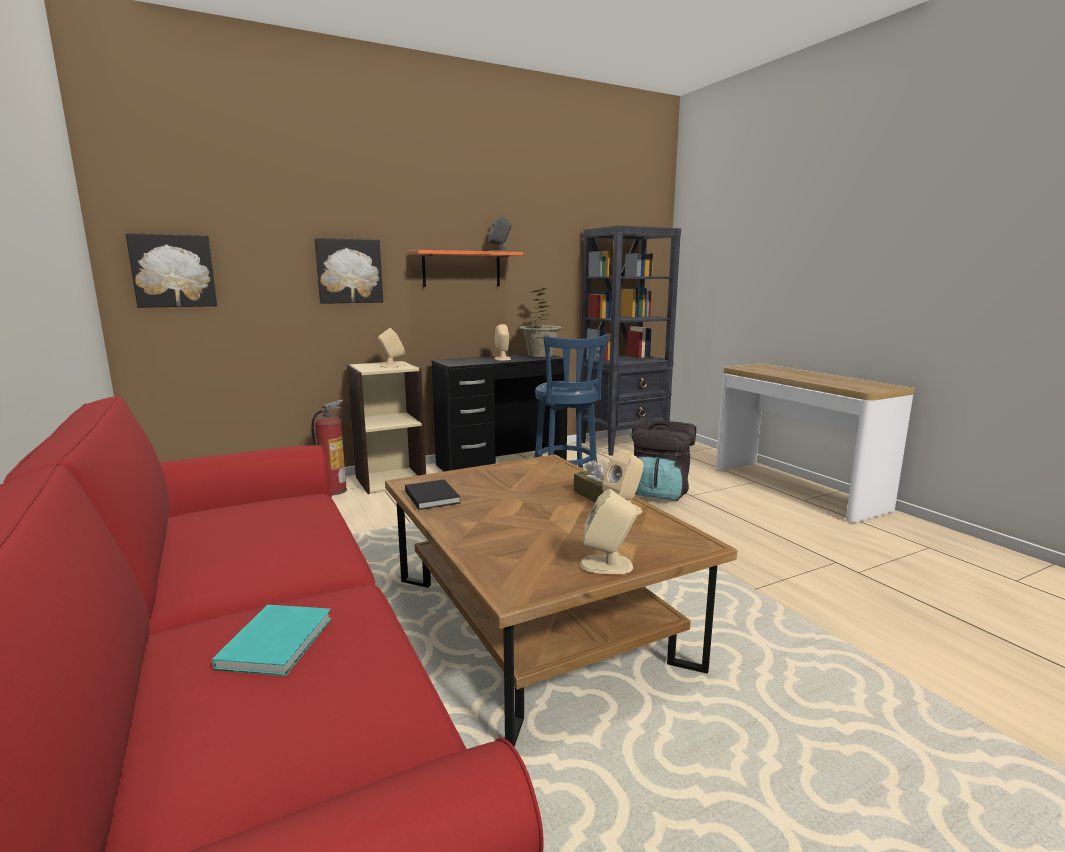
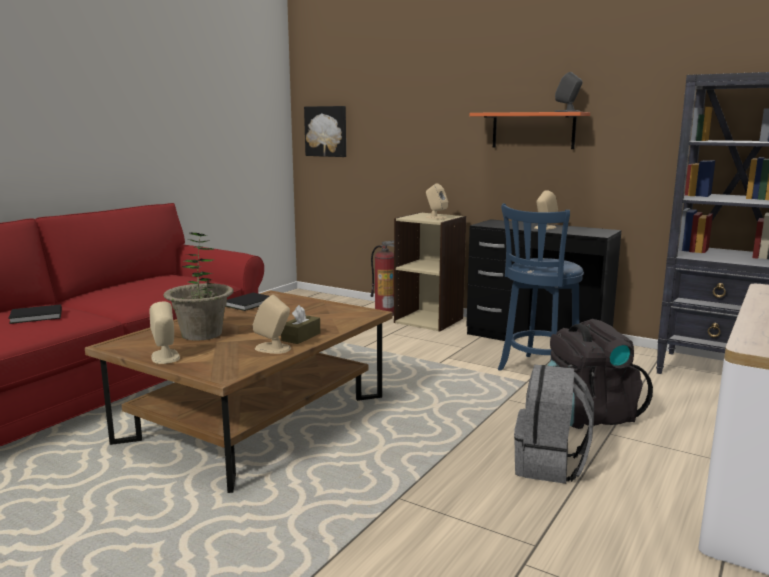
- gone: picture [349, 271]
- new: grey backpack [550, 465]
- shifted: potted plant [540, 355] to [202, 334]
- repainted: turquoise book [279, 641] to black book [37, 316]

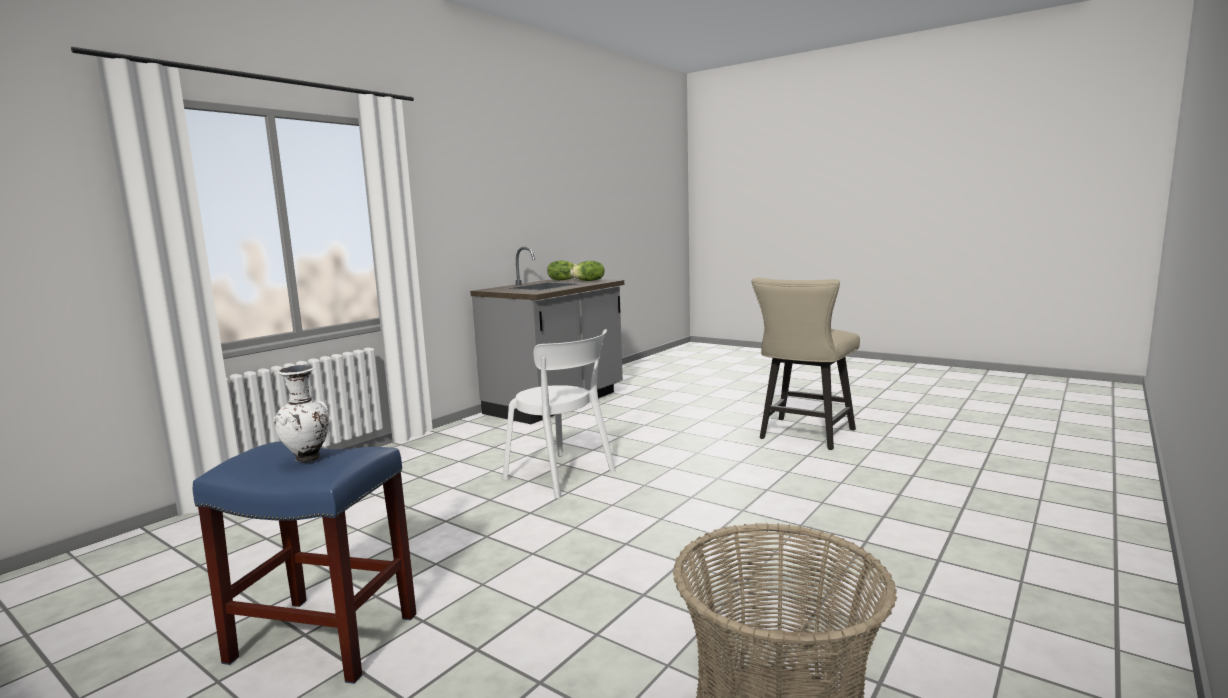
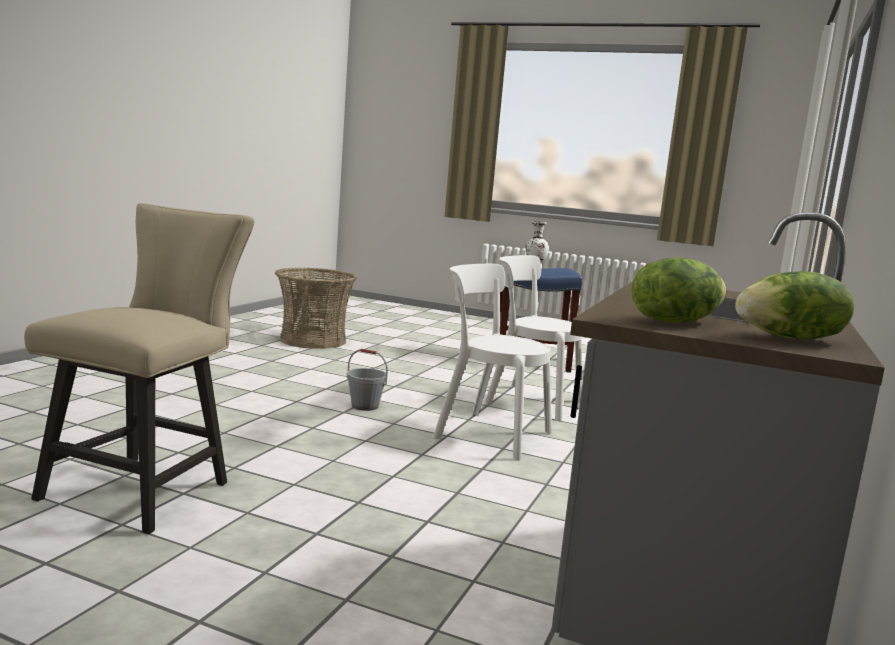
- new: grey bucket [365, 406]
- new: white chair [529, 401]

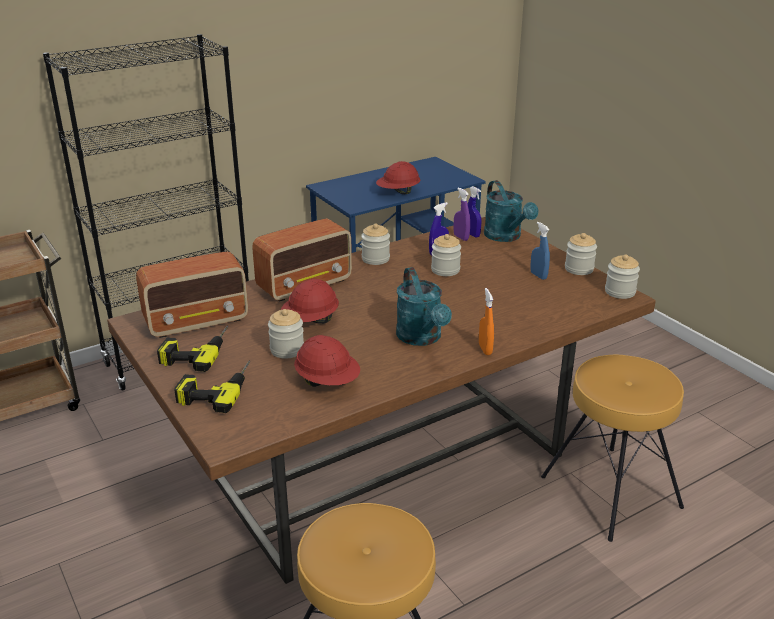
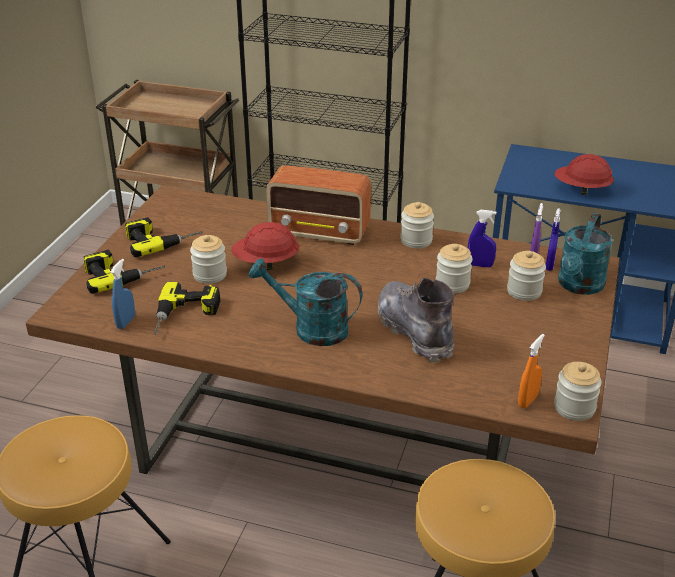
- gone: radio [198, 321]
- new: grey boot [414, 331]
- shifted: orange spray bottle [485, 349] to [527, 400]
- shifted: blue spray bottle [538, 275] to [126, 322]
- shifted: jar [579, 269] to [524, 291]
- swapped: red hard hat [328, 382] to power drill [185, 316]
- rotated: turquoise watering can [422, 338] = [311, 328] 75 degrees clockwise

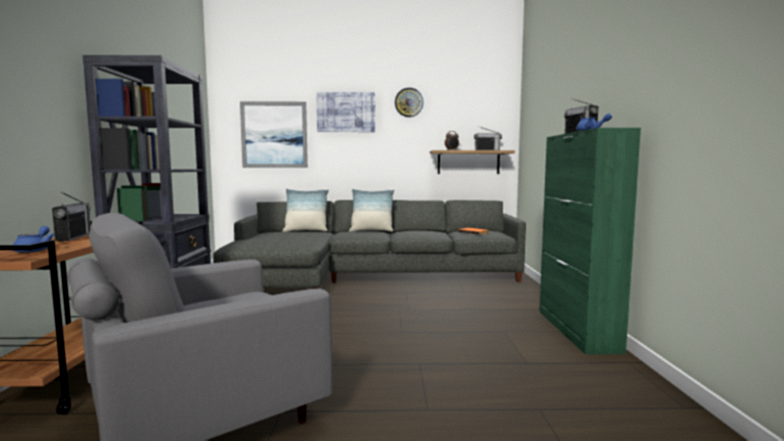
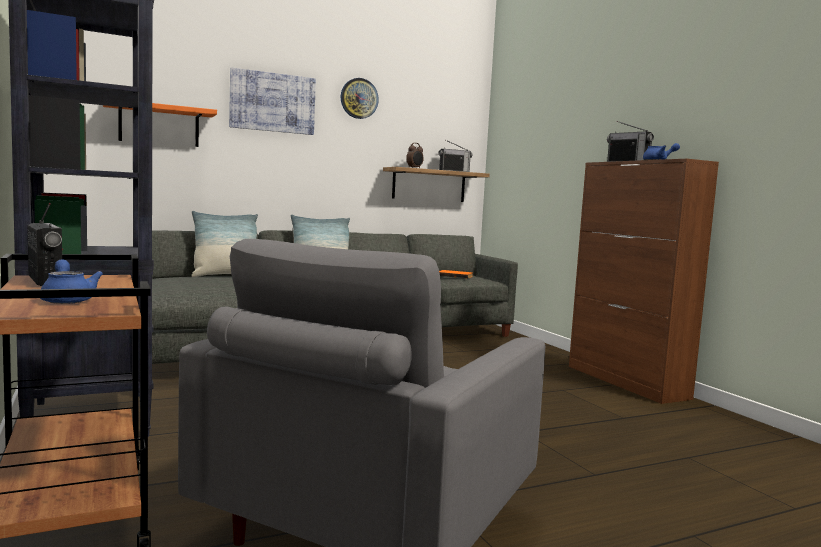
- swapped: picture [274, 135] to orange shelf [159, 125]
- repainted: green cabinet [577, 330] to brown cabinet [626, 382]

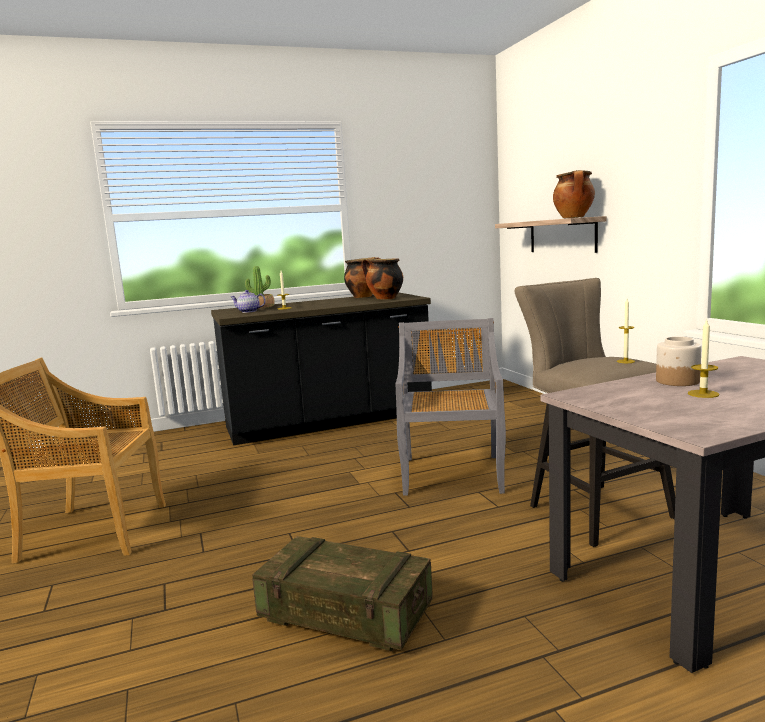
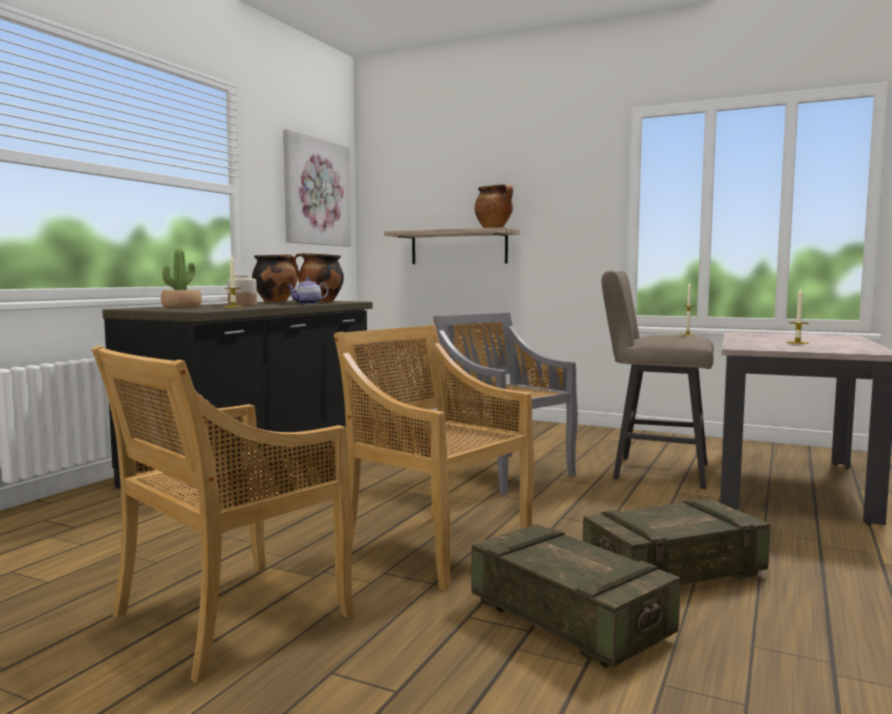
- new: picture [317, 192]
- new: beige chair [435, 547]
- new: crate [568, 619]
- shifted: teapot [248, 311] to [308, 304]
- shifted: jar [677, 381] to [242, 305]

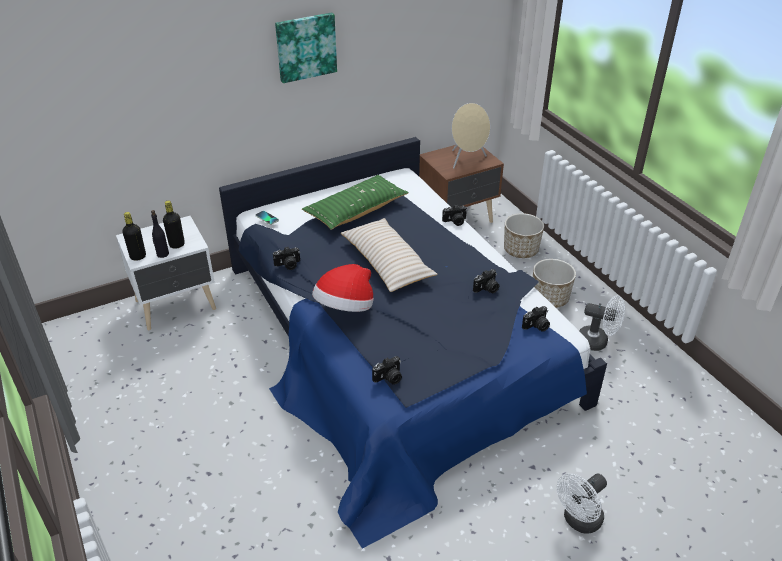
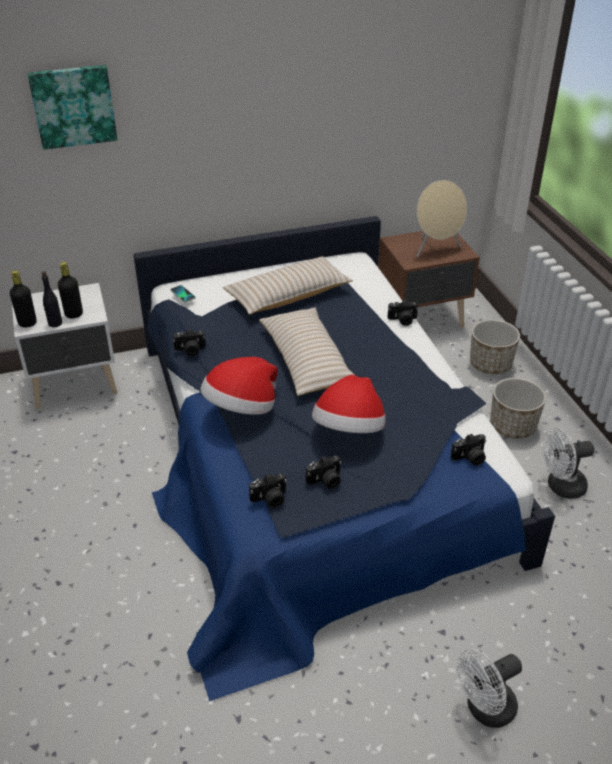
- new: hat [349, 430]
- shifted: picture [305, 47] to [73, 106]
- shifted: photo camera [487, 289] to [326, 481]
- repainted: green pillow [356, 210] to beige pillow [288, 296]
- rotated: white fan [597, 342] = [560, 487] 135 degrees clockwise

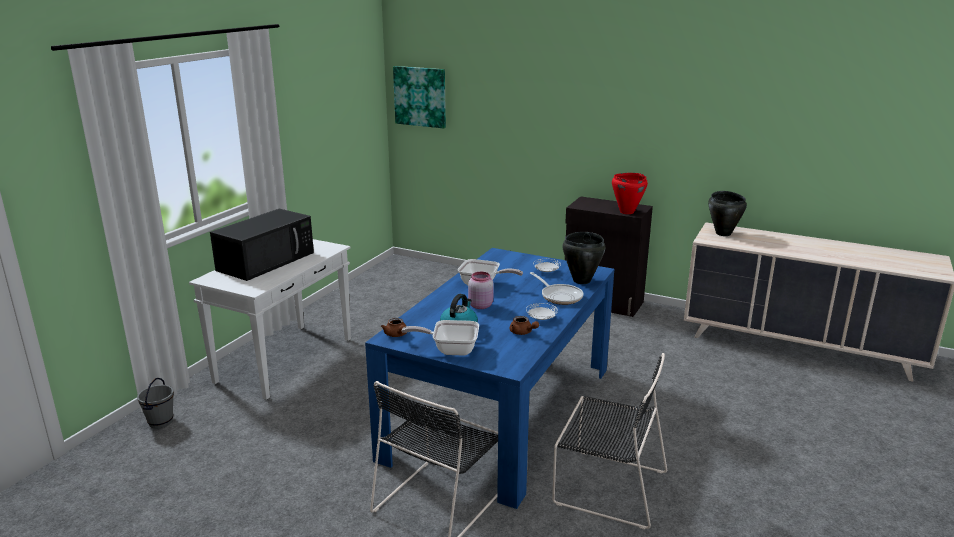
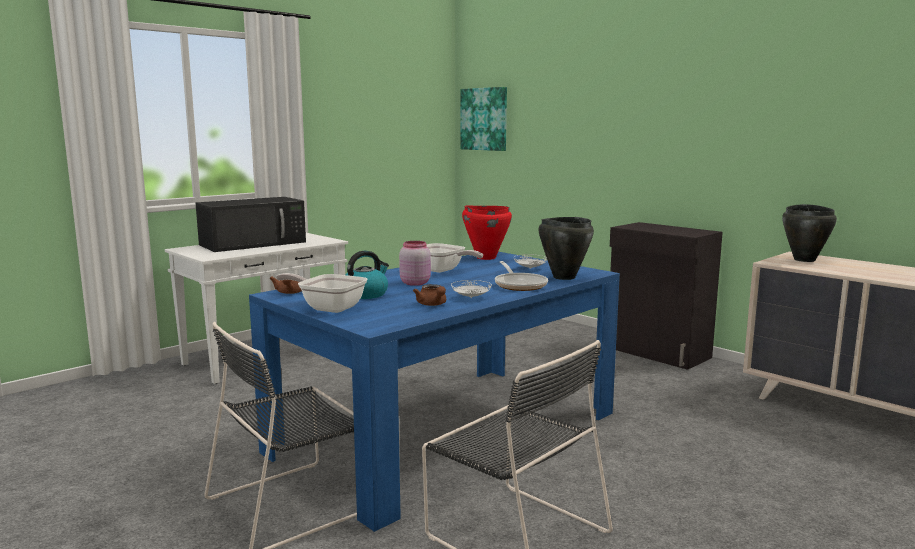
- gone: grey bucket [160, 422]
- shifted: red cooking pot [626, 212] to [485, 257]

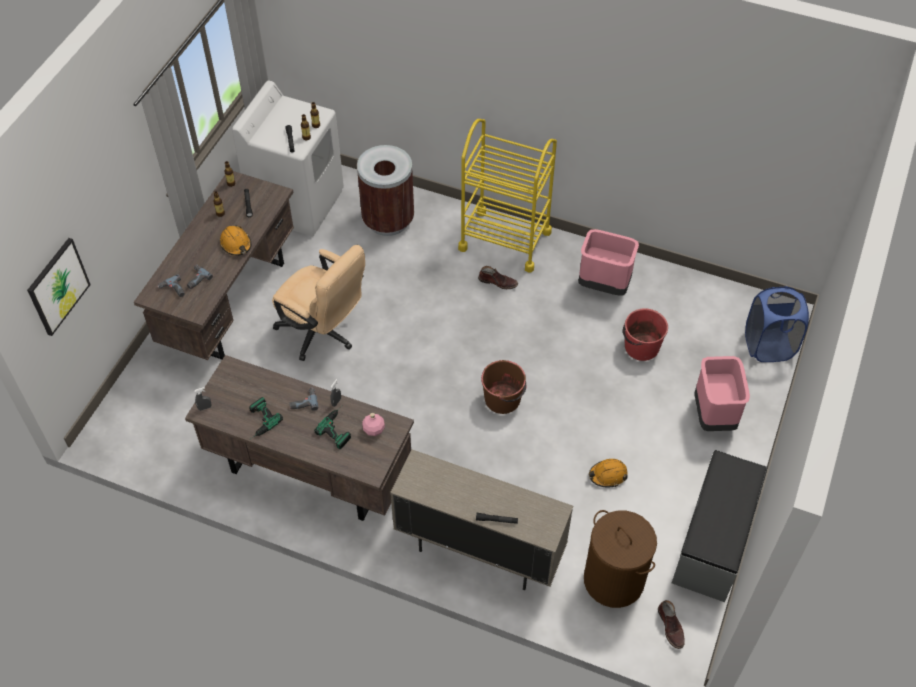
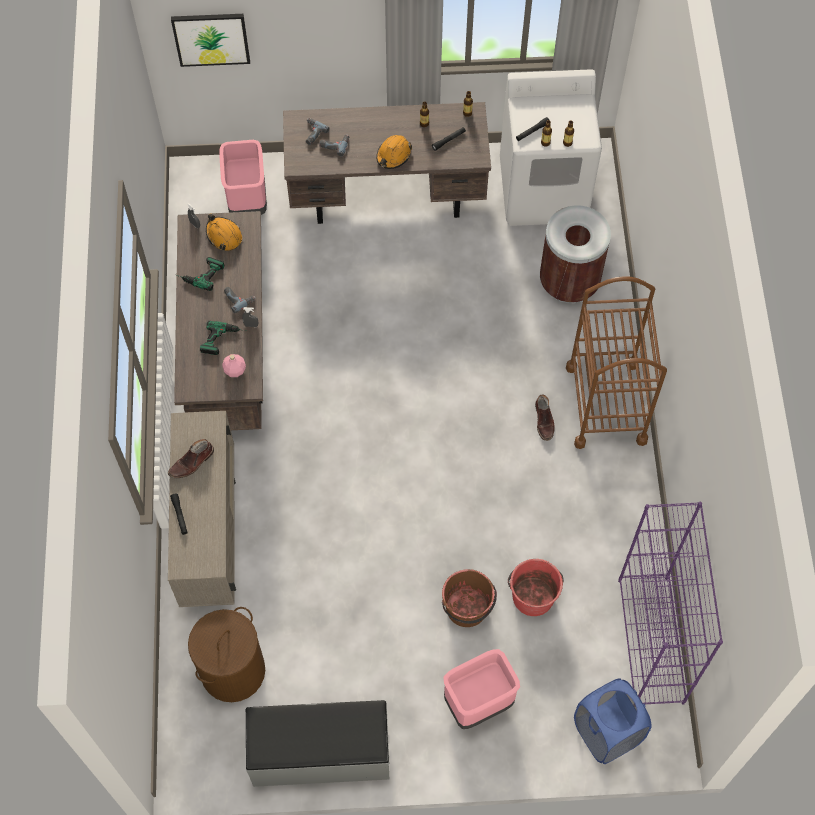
- gone: beige office chair [323, 333]
- new: purple bookcase [651, 641]
- shifted: brown bucket [503, 399] to [467, 608]
- shifted: pink trash can [604, 285] to [248, 201]
- shifted: orange hard hat [608, 475] to [224, 235]
- shifted: brown boot [671, 627] to [192, 463]
- repainted: yellow cart [505, 240] to brown cart [606, 404]

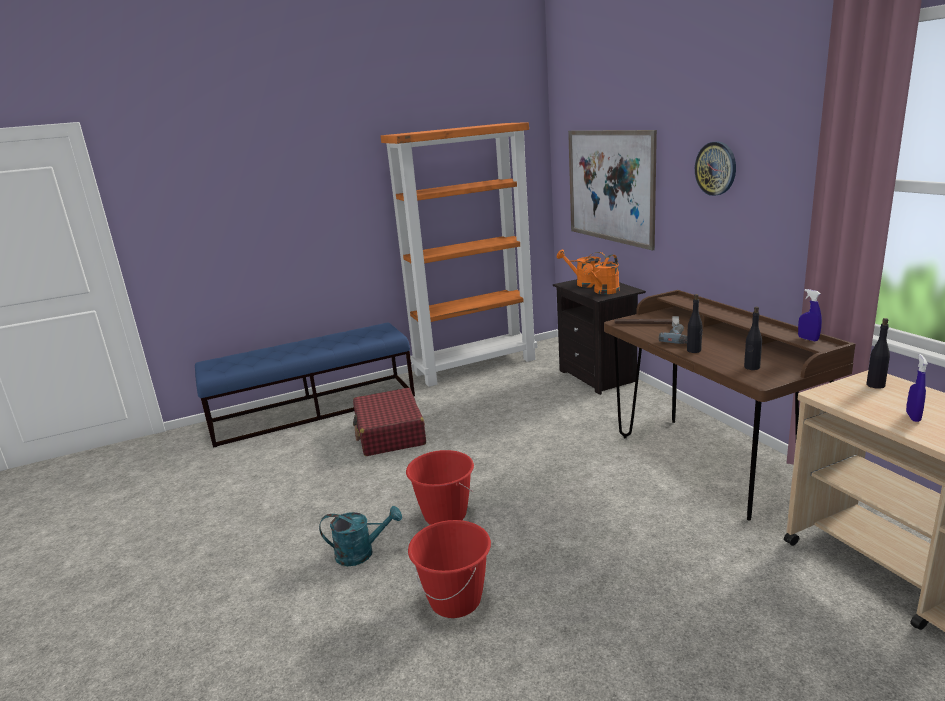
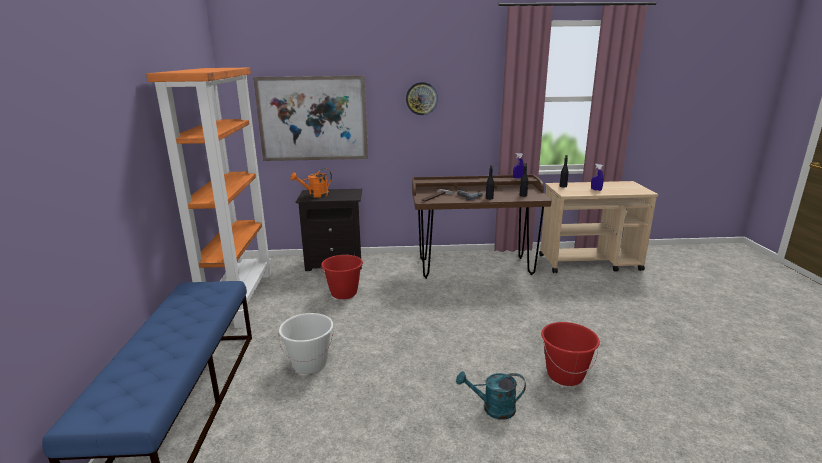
- gone: orange watering can [604, 292]
- shifted: red bucket [445, 515] to [344, 293]
- swapped: red suitcase [390, 433] to white bucket [310, 364]
- rotated: turquoise watering can [362, 553] = [493, 409] 105 degrees counterclockwise

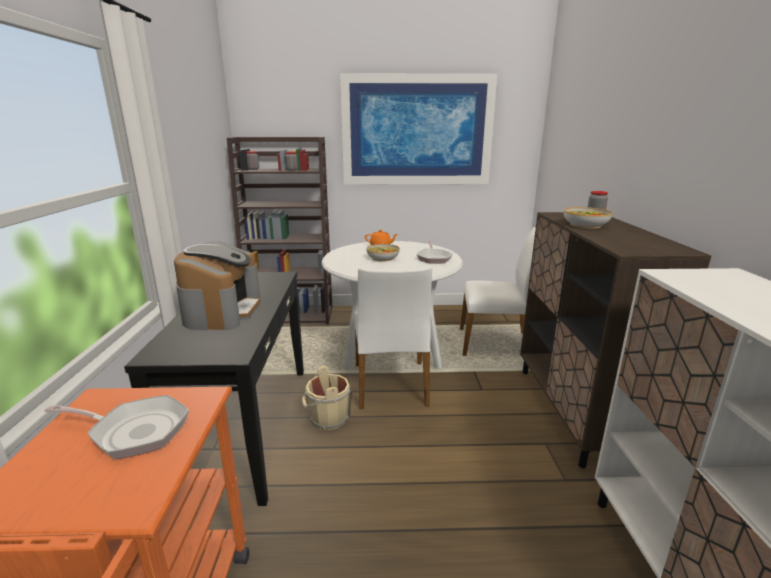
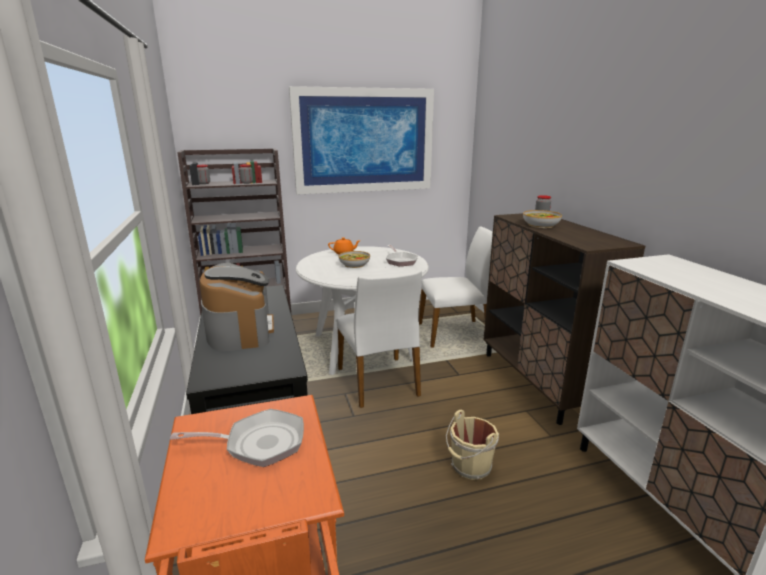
- shifted: beige bucket [327, 419] to [470, 467]

